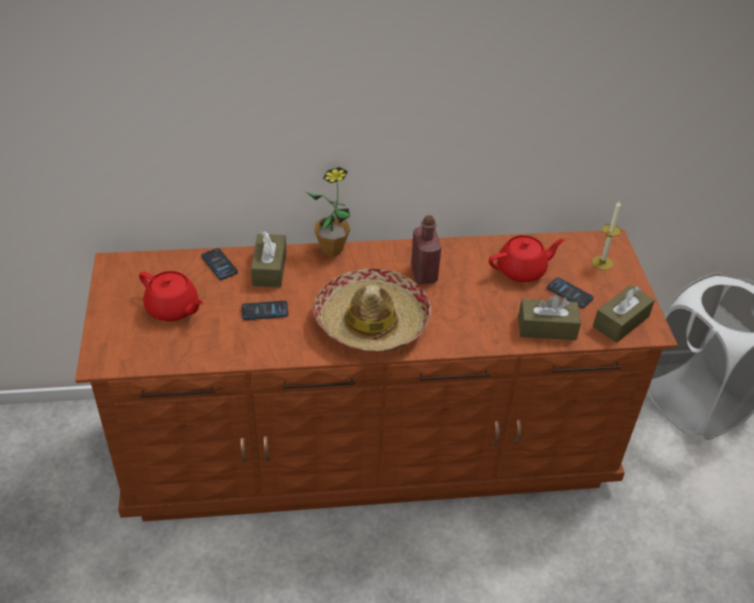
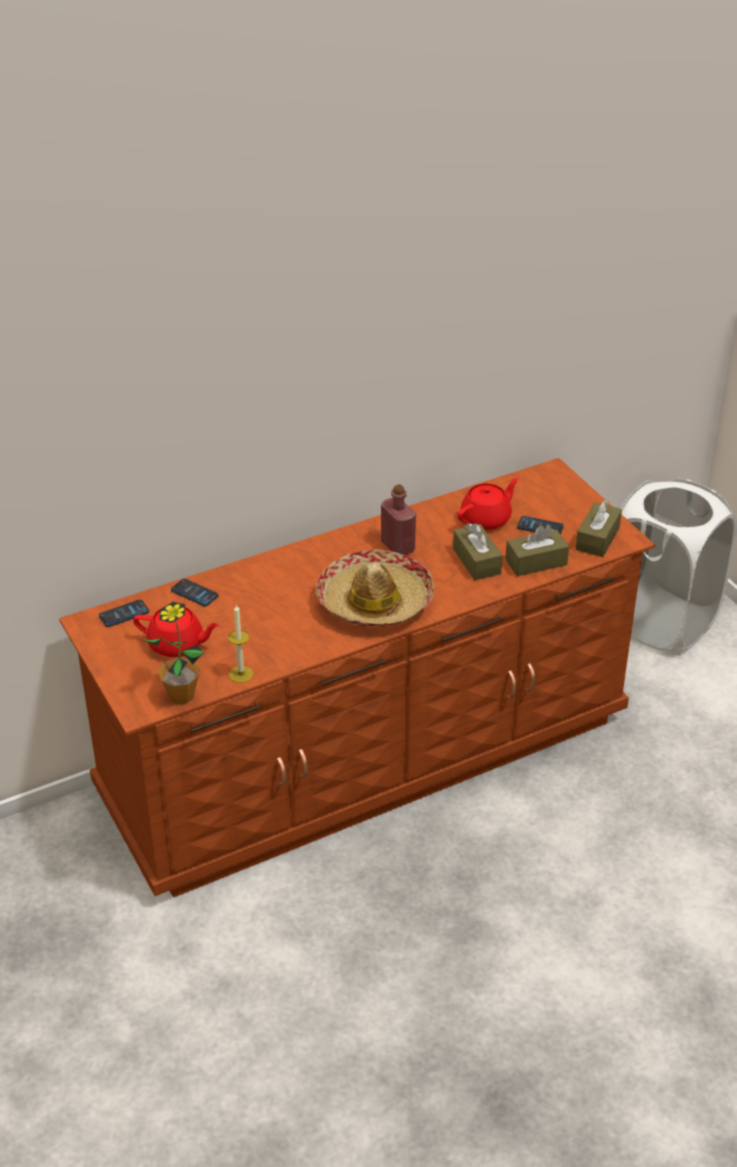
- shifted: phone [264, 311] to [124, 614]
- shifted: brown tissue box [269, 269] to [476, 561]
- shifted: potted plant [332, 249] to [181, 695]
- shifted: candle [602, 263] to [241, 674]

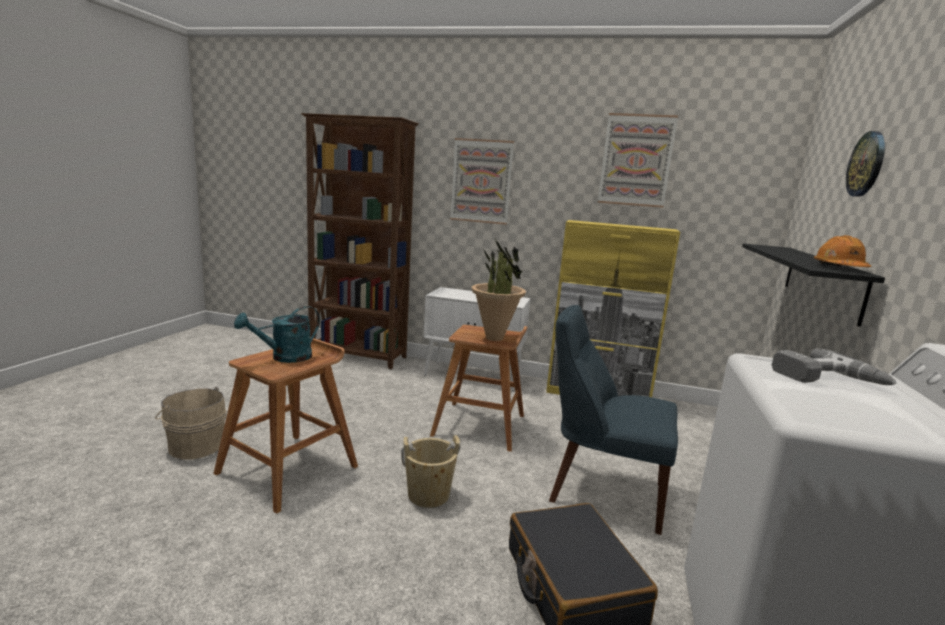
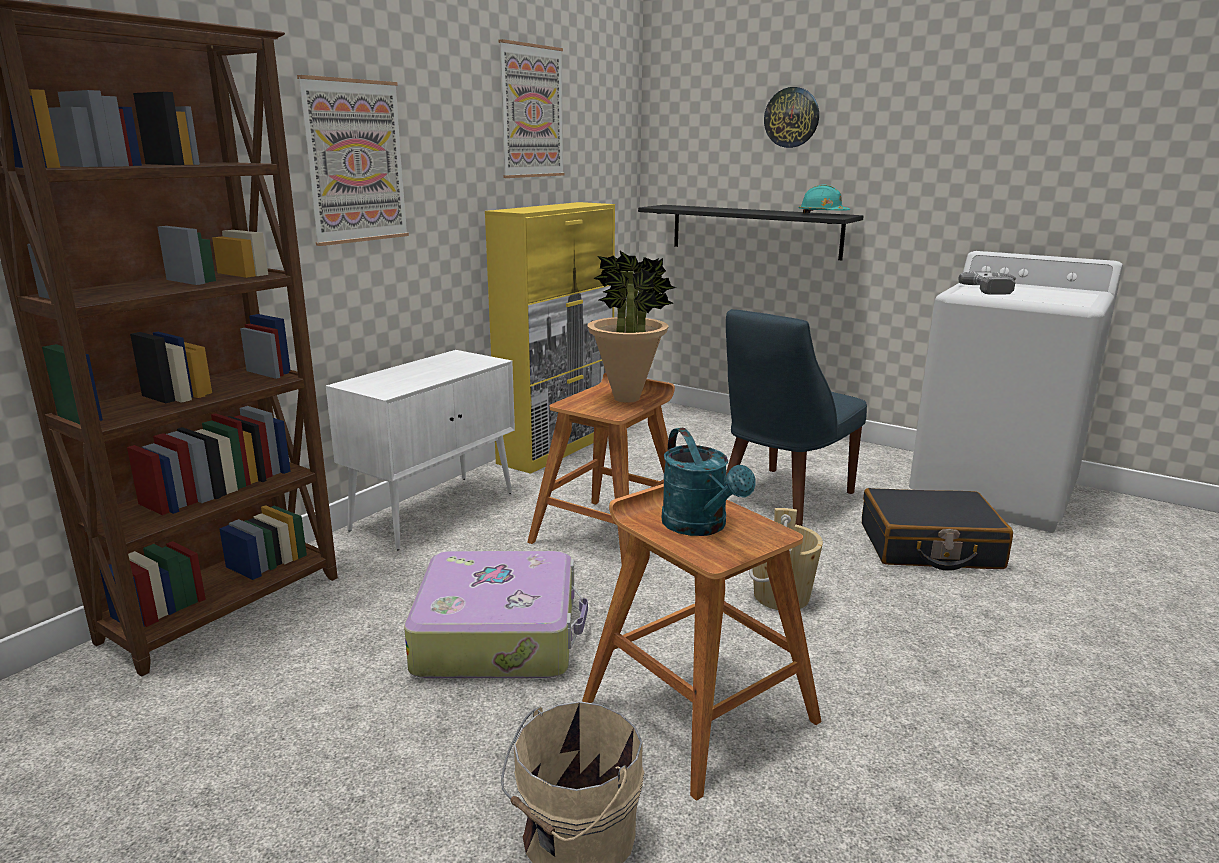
- new: suitcase [499, 634]
- repainted: orange hard hat [839, 268] to turquoise hard hat [822, 214]

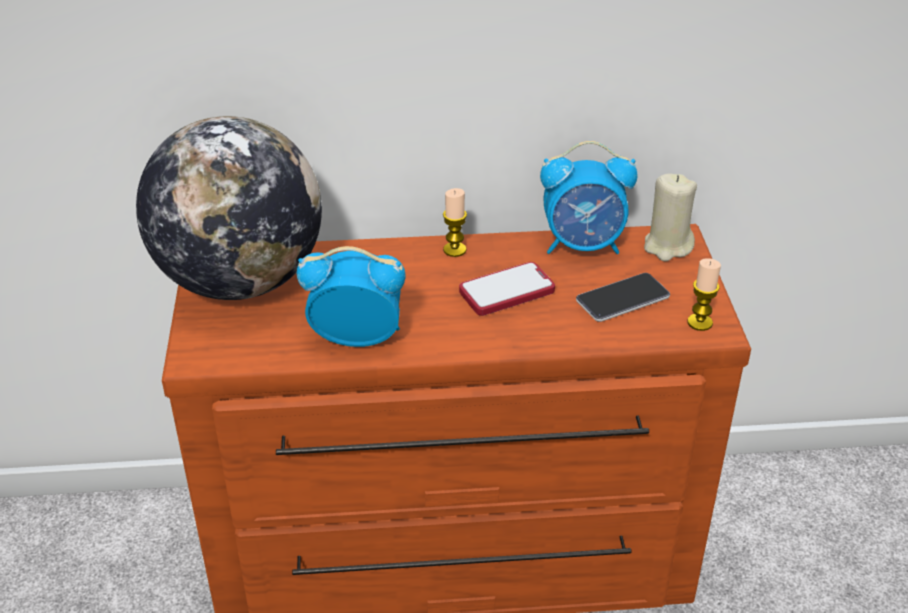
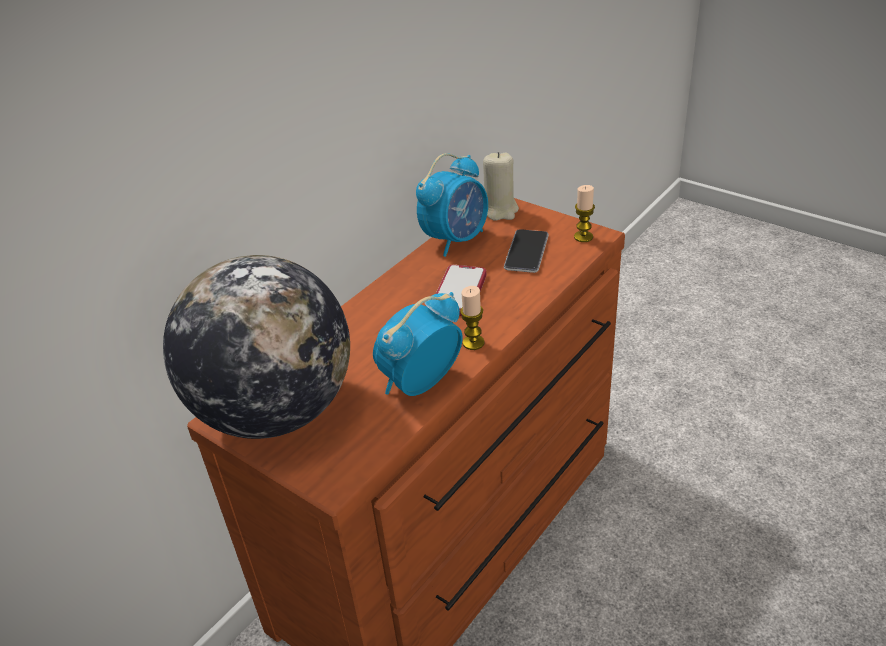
- shifted: candle [454, 250] to [473, 343]

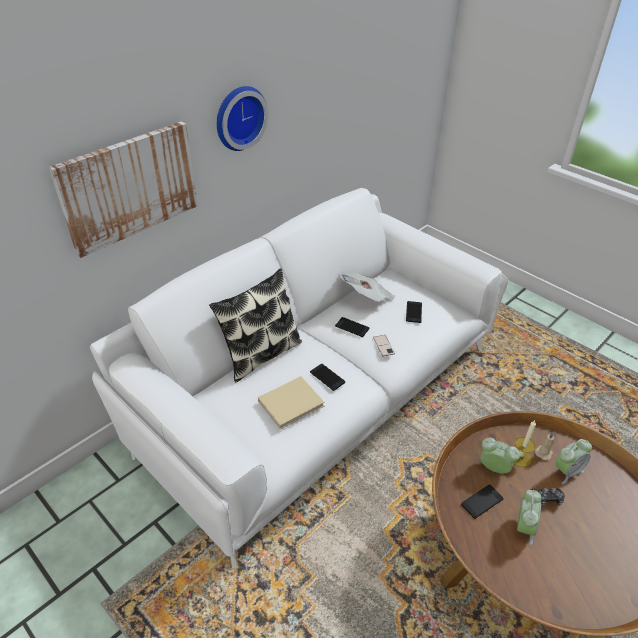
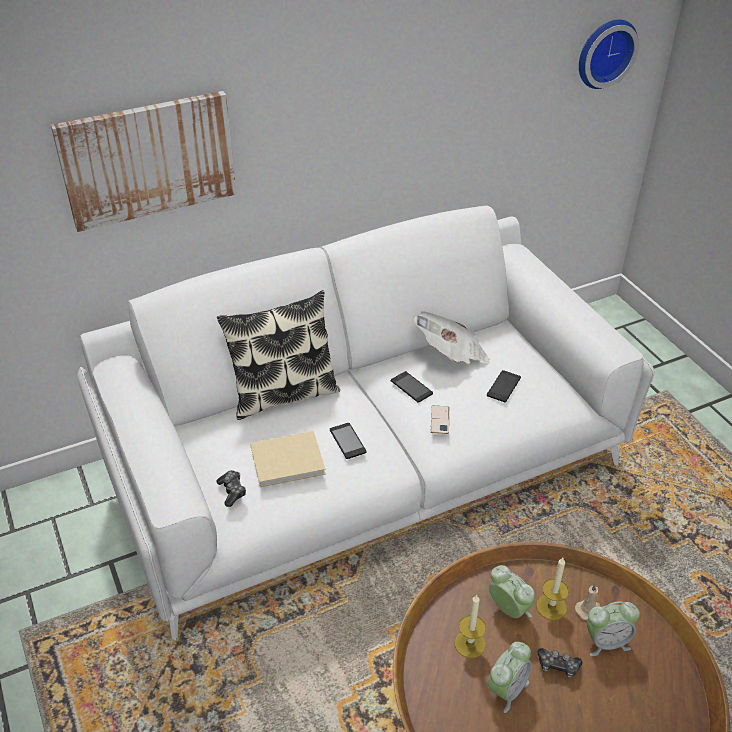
- new: game controller [232, 491]
- shifted: wall clock [238, 117] to [604, 52]
- swapped: phone [482, 501] to candle [469, 644]

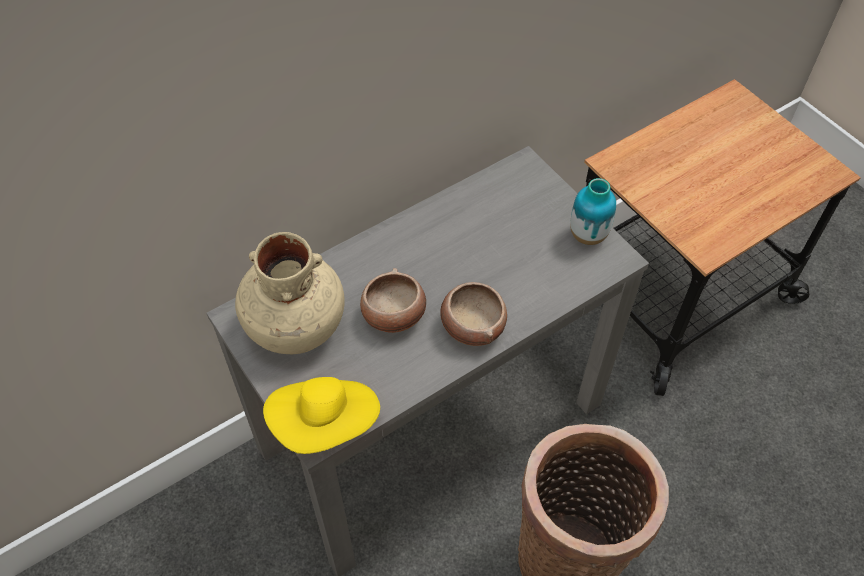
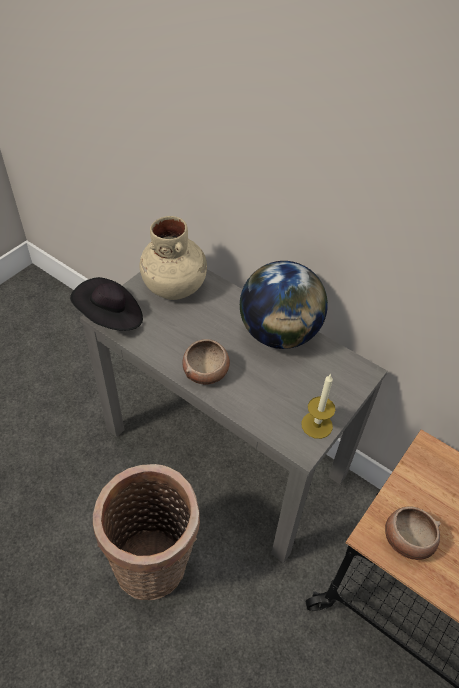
- new: globe [279, 334]
- shifted: bowl [393, 316] to [407, 540]
- swapped: vase [588, 235] to candle [317, 425]
- repainted: yellow hat [326, 424] to black hat [111, 317]

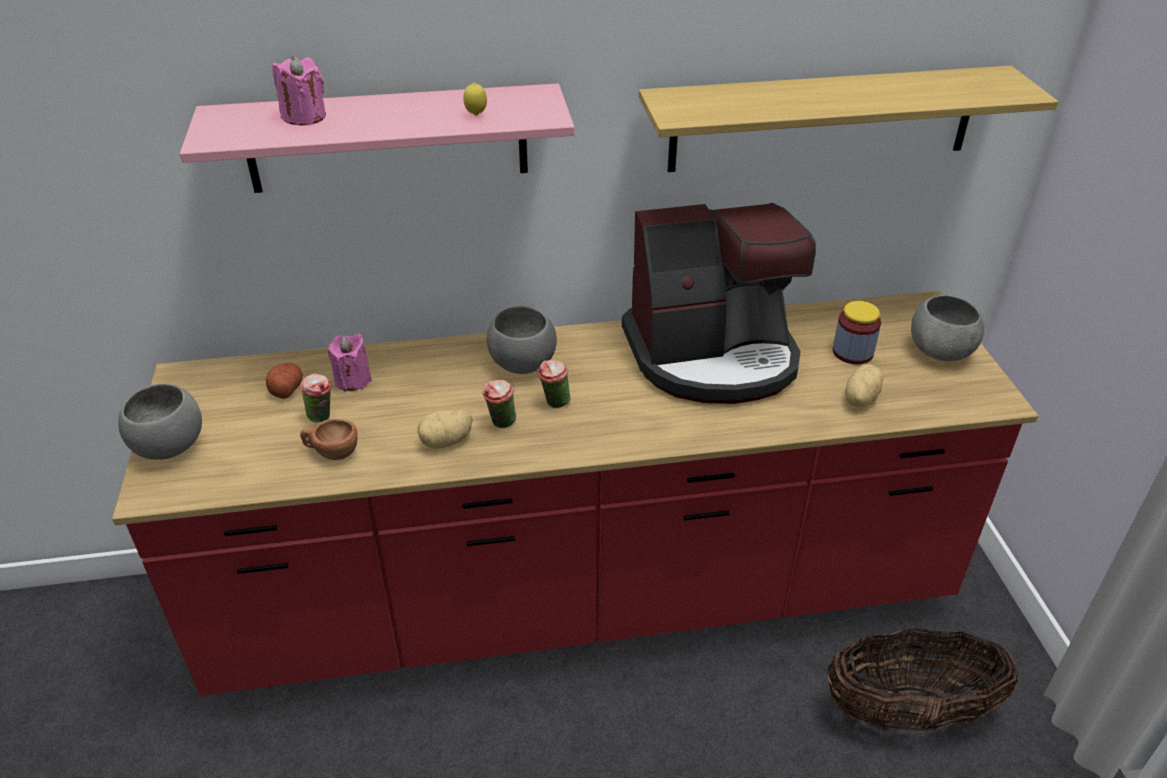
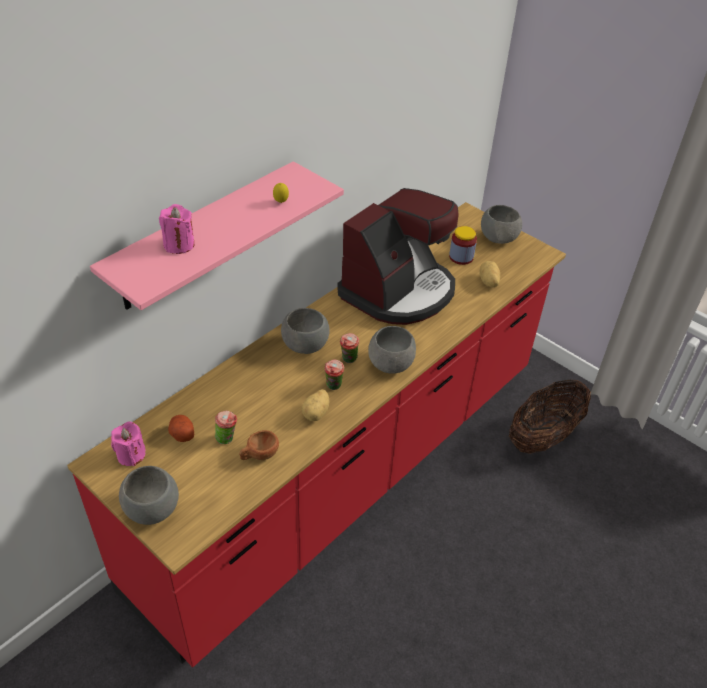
- gone: shelf [822, 119]
- new: grey bowl [391, 364]
- shifted: pink candle [353, 380] to [131, 455]

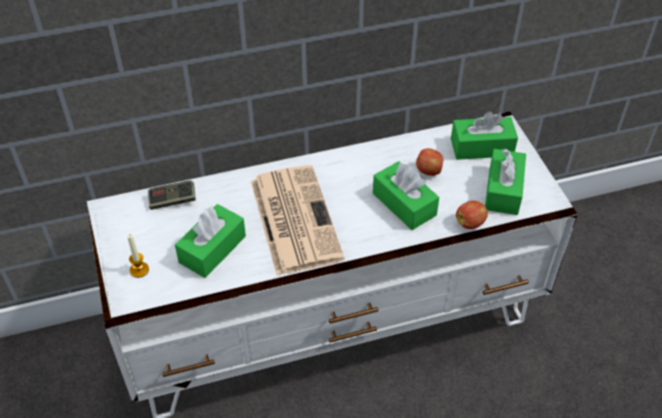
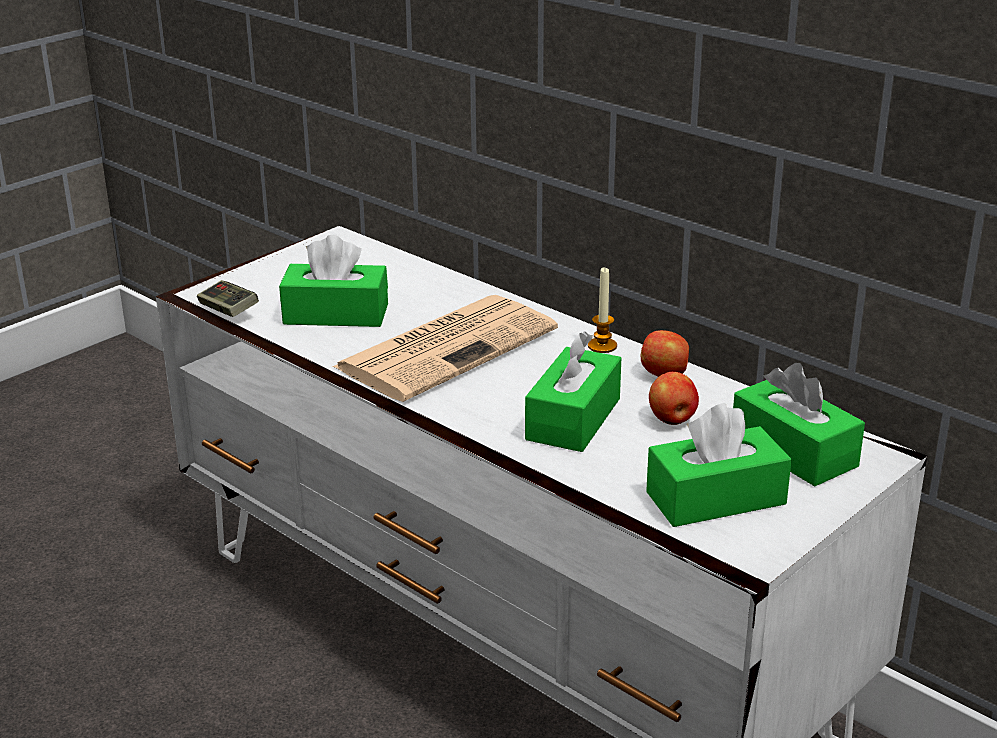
- shifted: candle [139, 270] to [602, 346]
- shifted: game controller [172, 201] to [228, 311]
- shifted: apple [470, 223] to [665, 374]

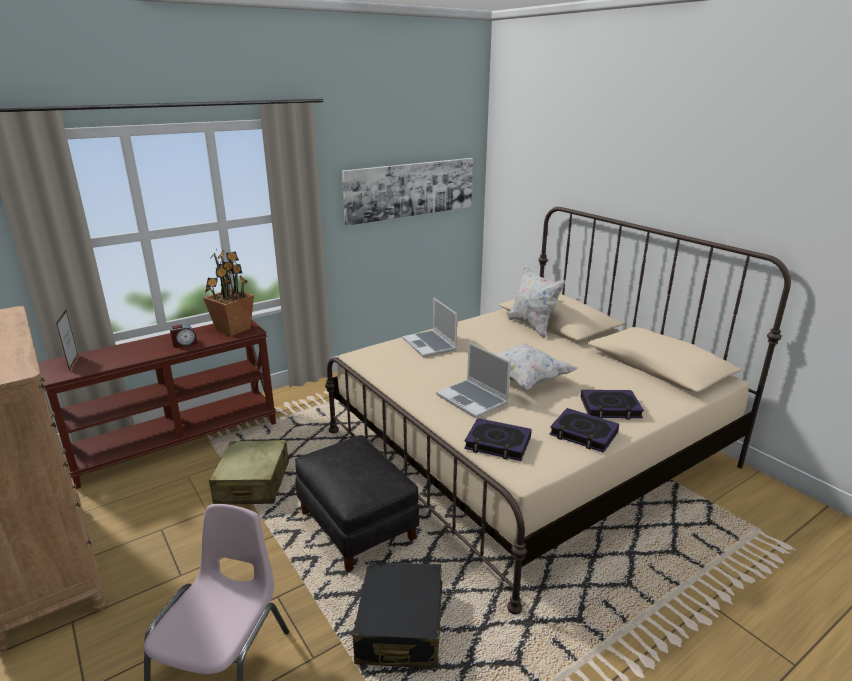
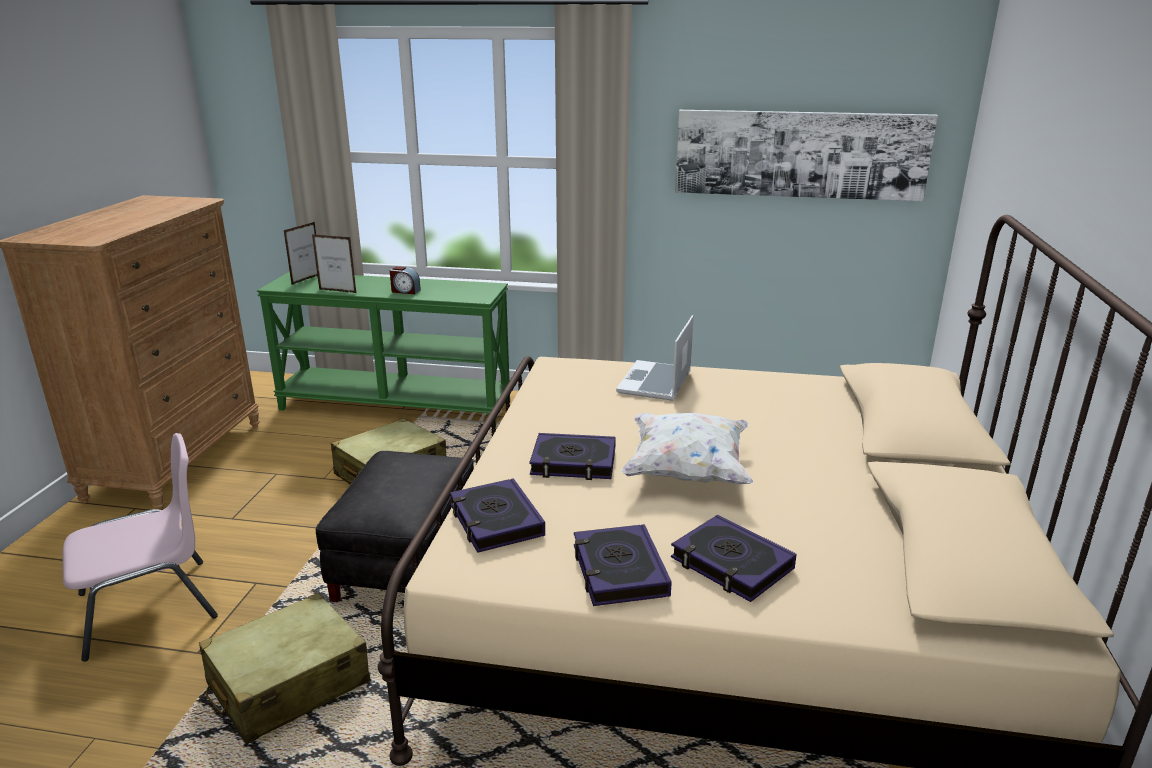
- gone: potted plant [233, 329]
- gone: white pillow [532, 326]
- new: picture frame [337, 291]
- swapped: laptop [473, 400] to book [573, 462]
- repainted: brown console table [177, 441] to green console table [396, 405]
- repainted: black suitcase [400, 627] to beige suitcase [288, 684]

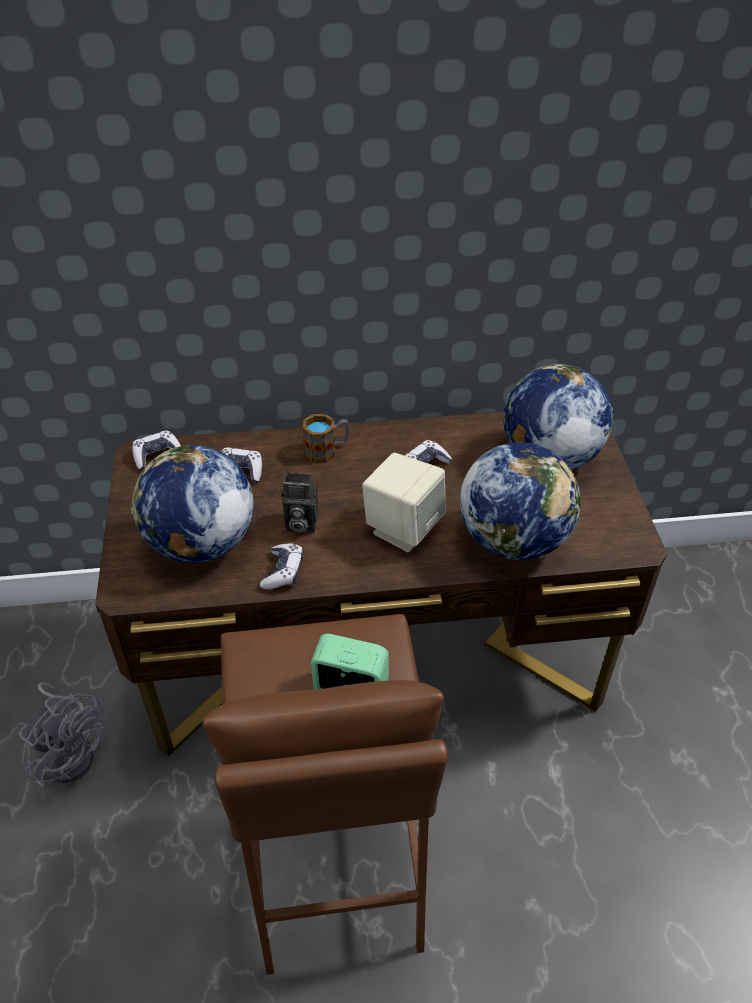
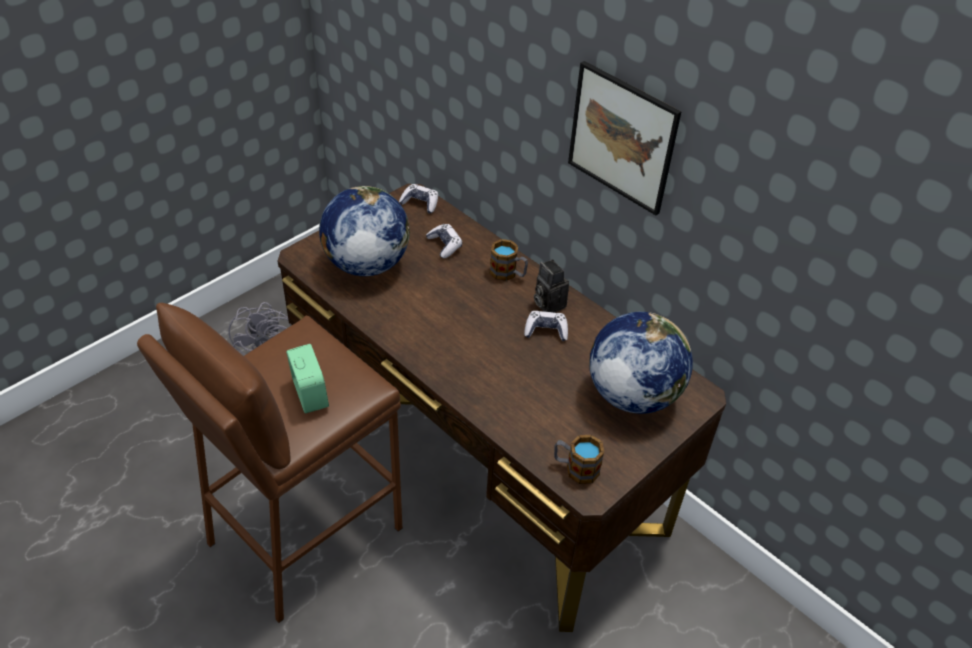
- gone: game controller [283, 571]
- gone: beige speaker [403, 528]
- gone: globe [513, 540]
- new: mug [575, 468]
- new: picture [622, 138]
- shifted: photo camera [299, 524] to [547, 304]

